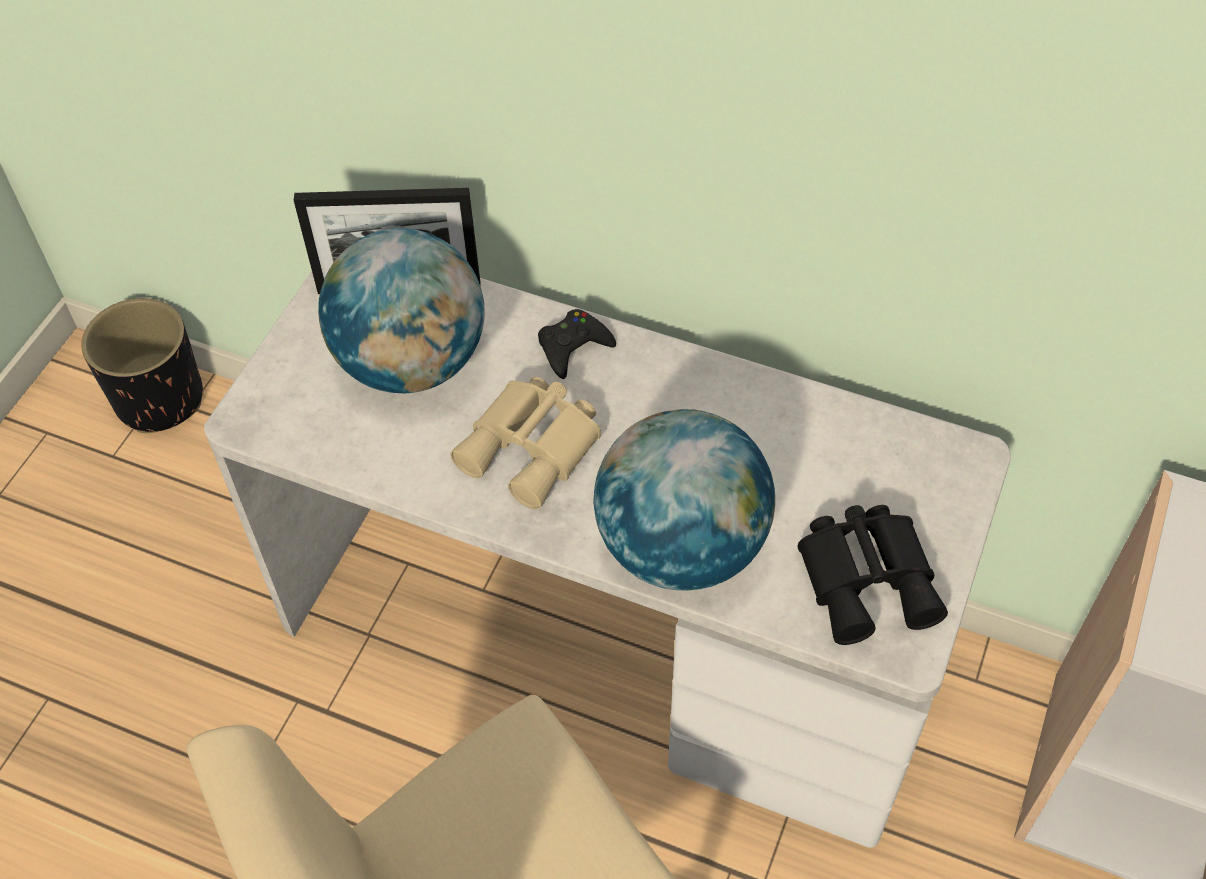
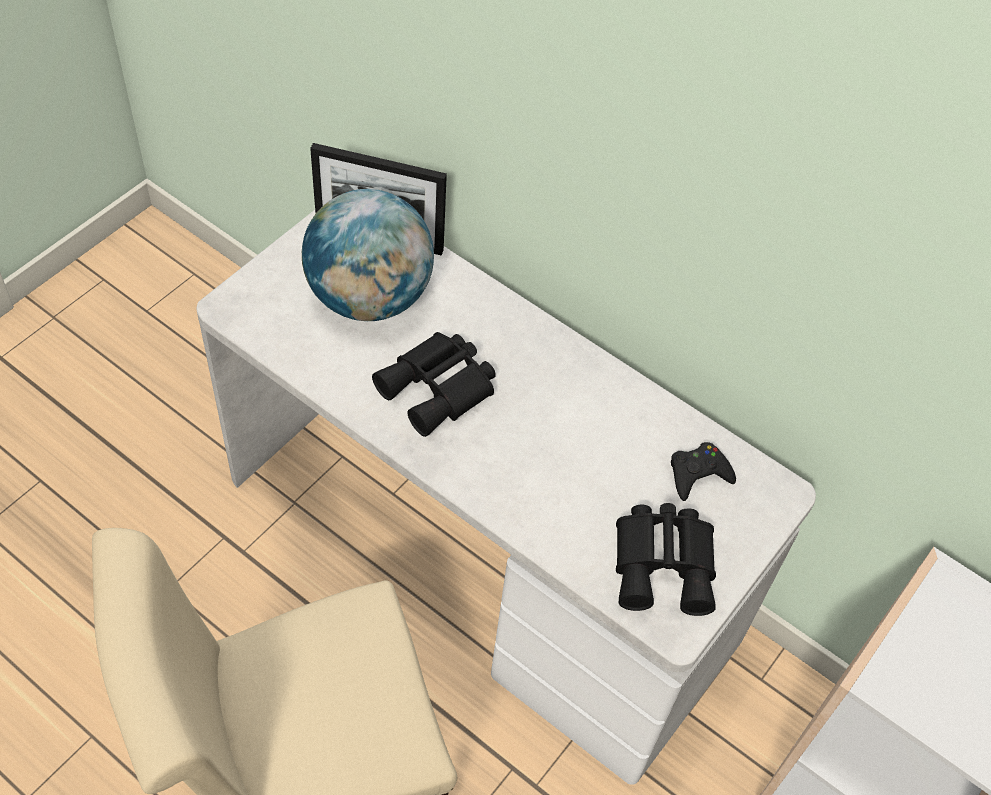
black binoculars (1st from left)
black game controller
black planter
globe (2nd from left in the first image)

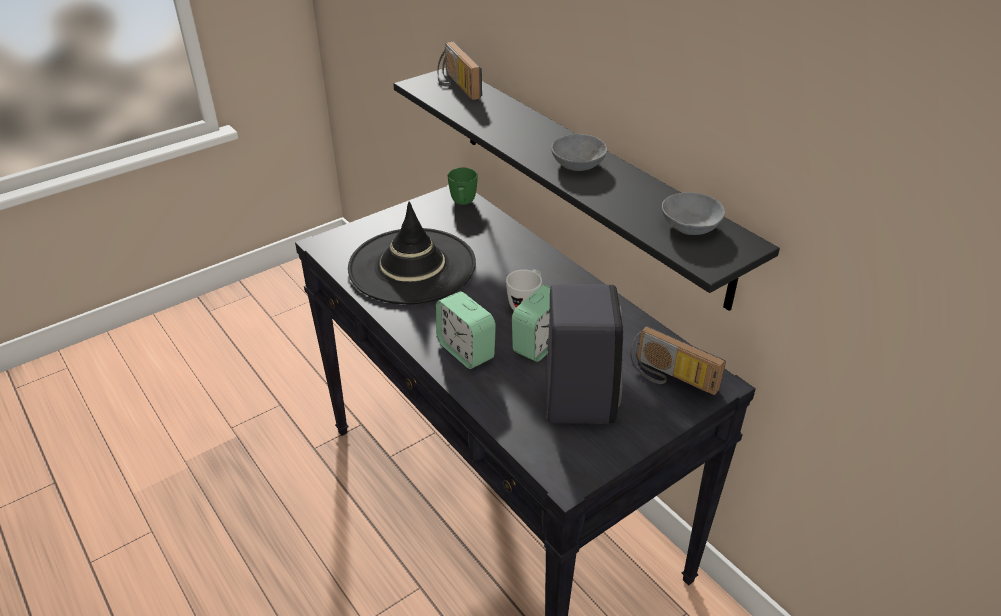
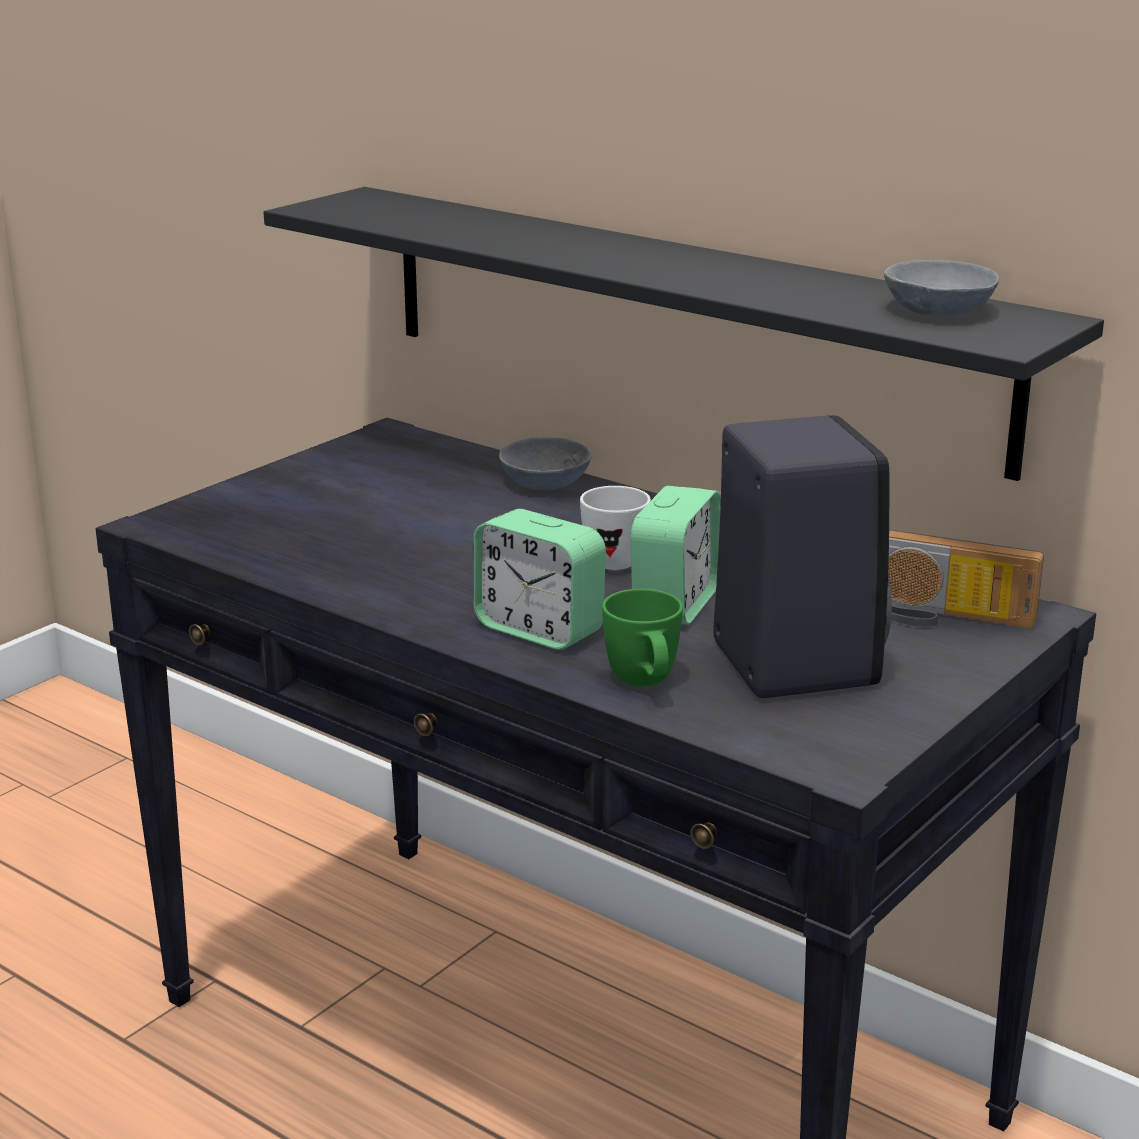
grey bowl (1st from left)
green mug
black hat
radio (1st from left in the first image)

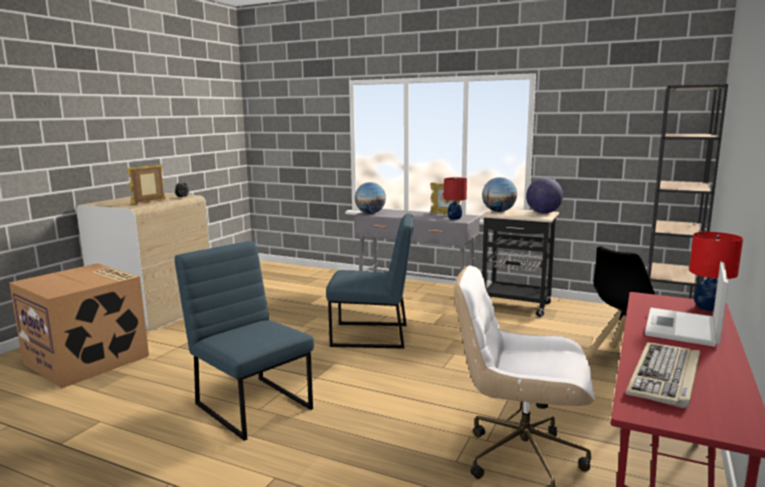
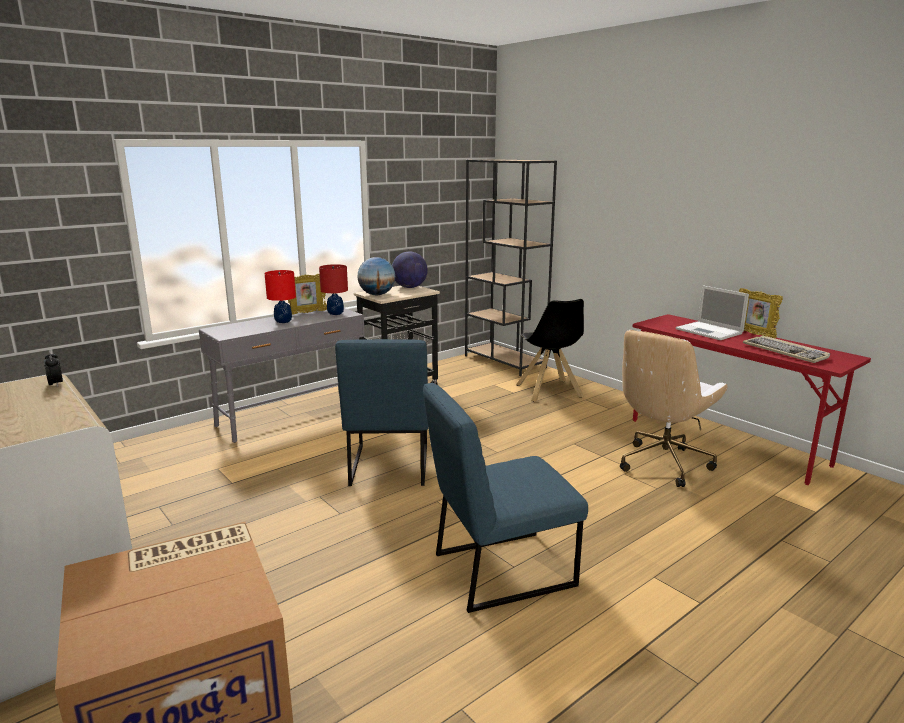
red table lamp (1st from left)
blue chair (1st from left)
picture frame (2nd from left)
globe (1st from left in the first image)

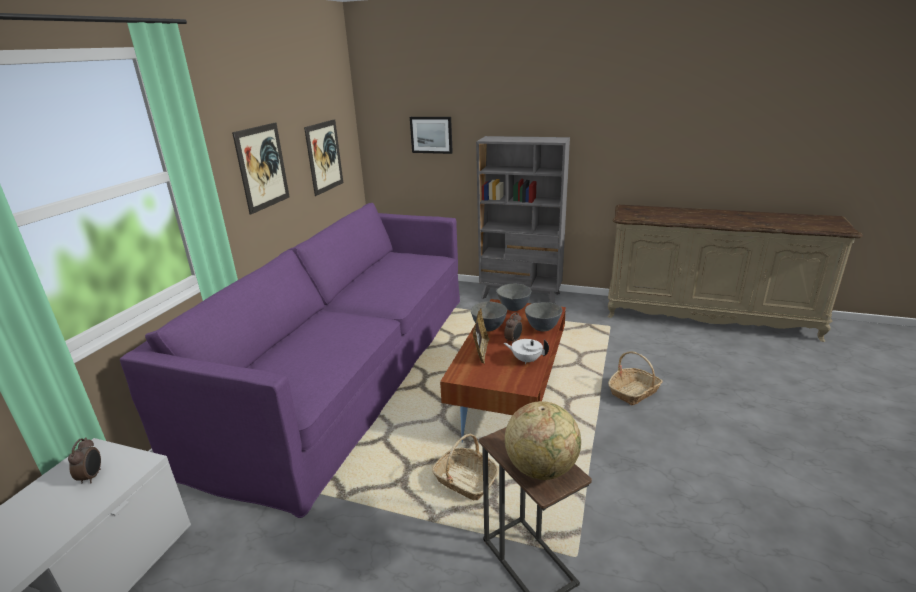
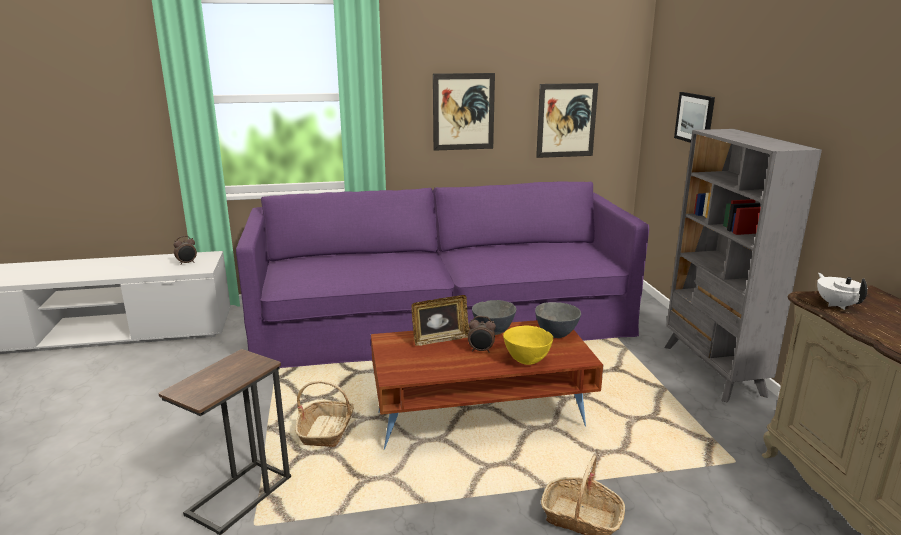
yellow bowl
white teapot
globe

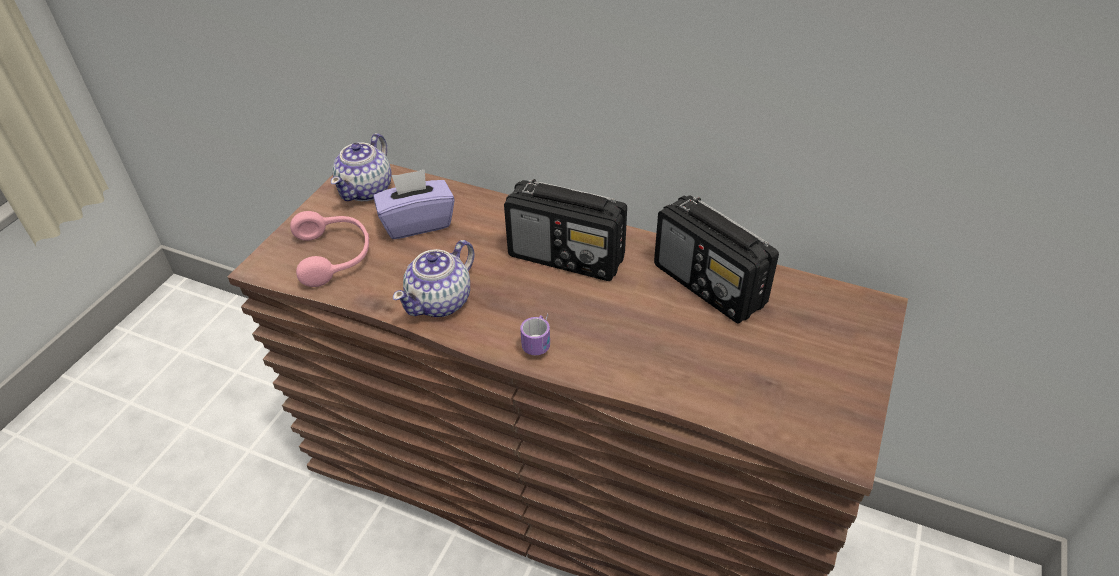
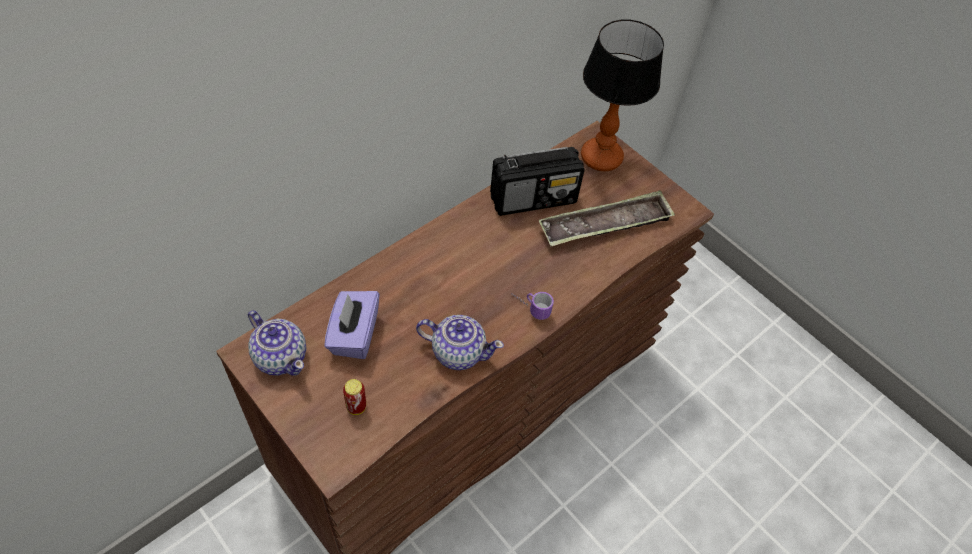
can
teapot (2nd from left)
tray
table lamp
radio (1st from left in the first image)

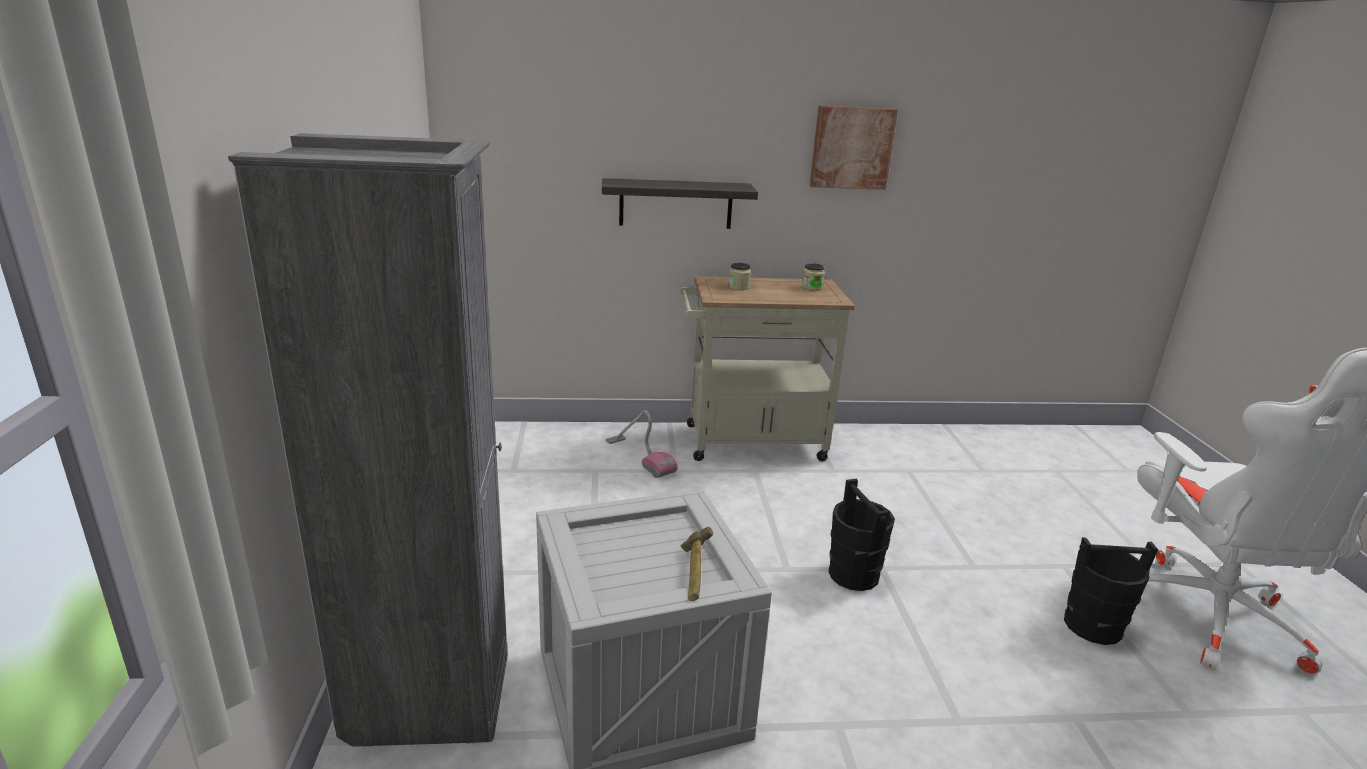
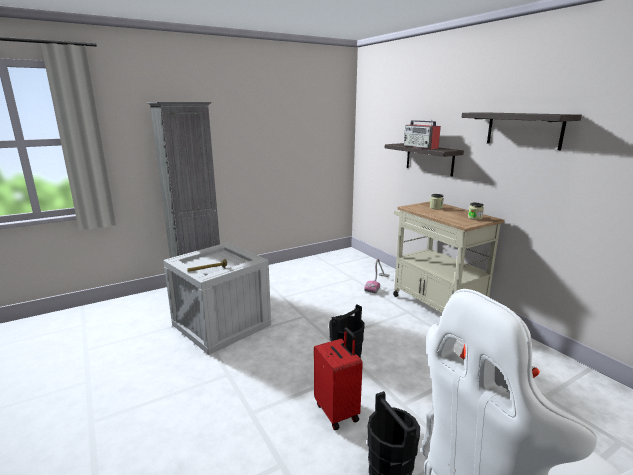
red suitcase
radio
shelf (2nd from left)

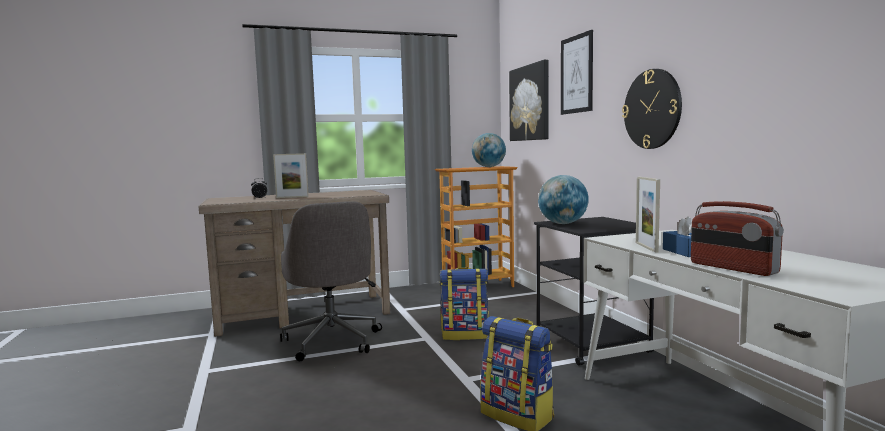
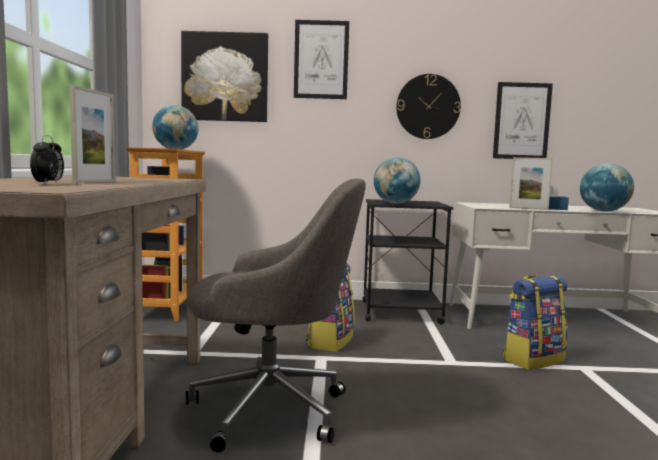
picture (3rd from left)
globe (3rd from left)

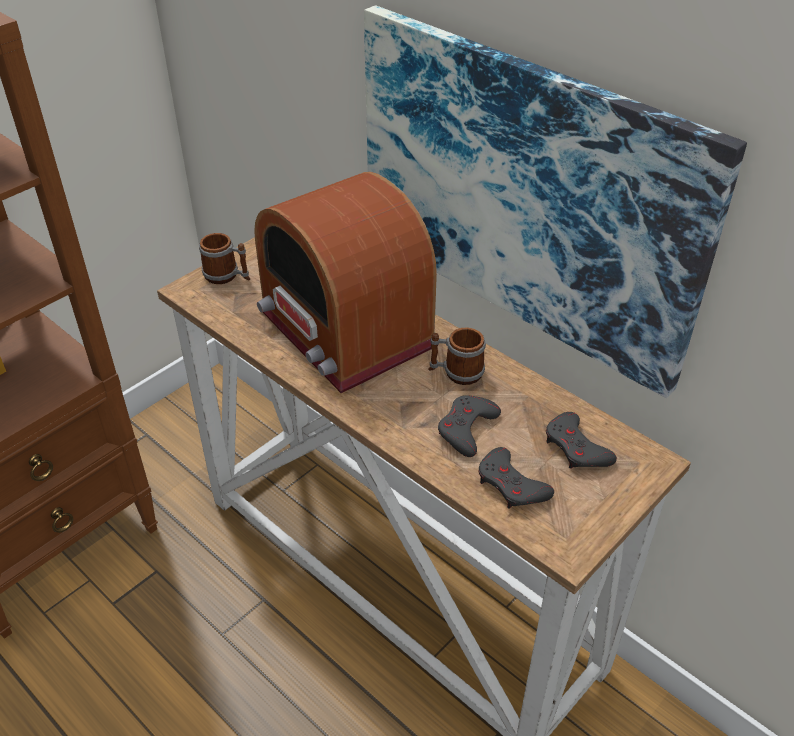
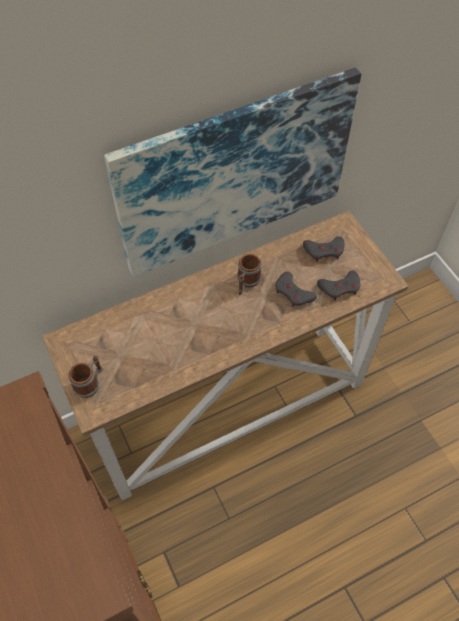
radio

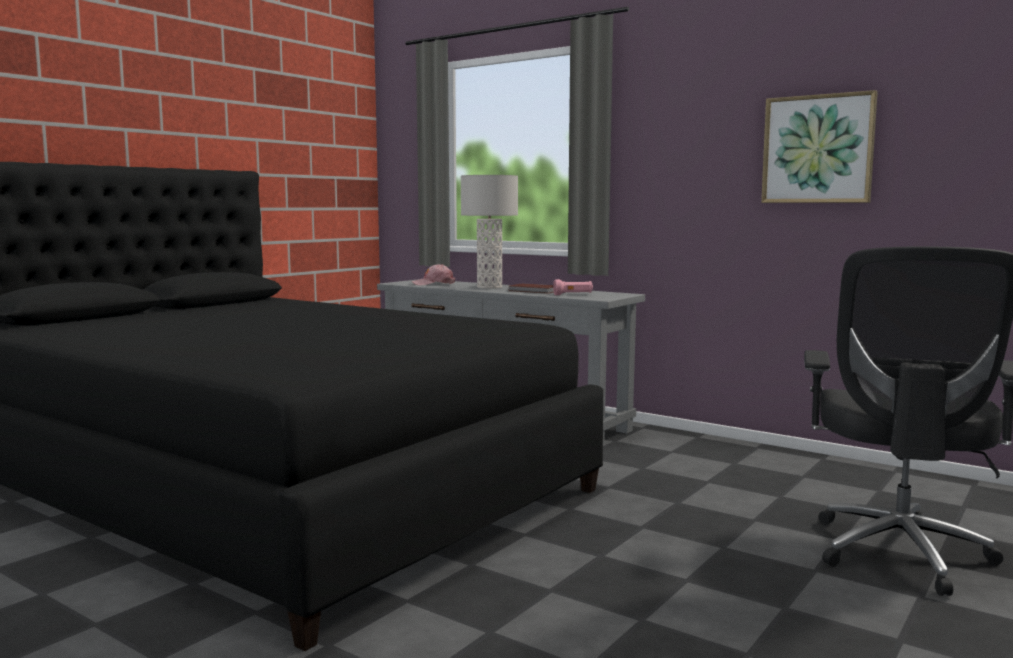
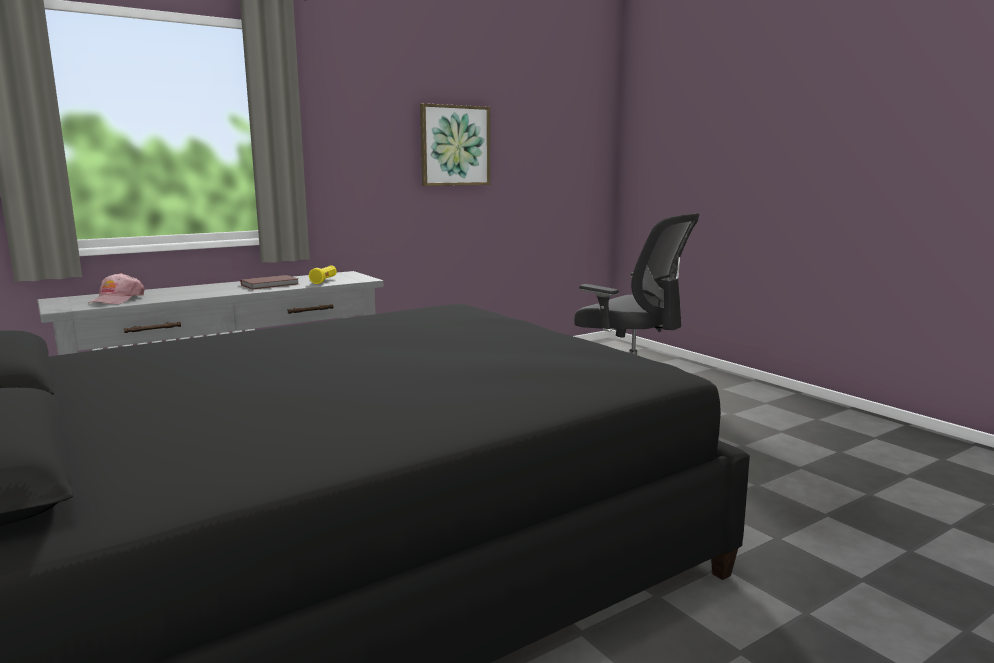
yellow flashlight
white table lamp

